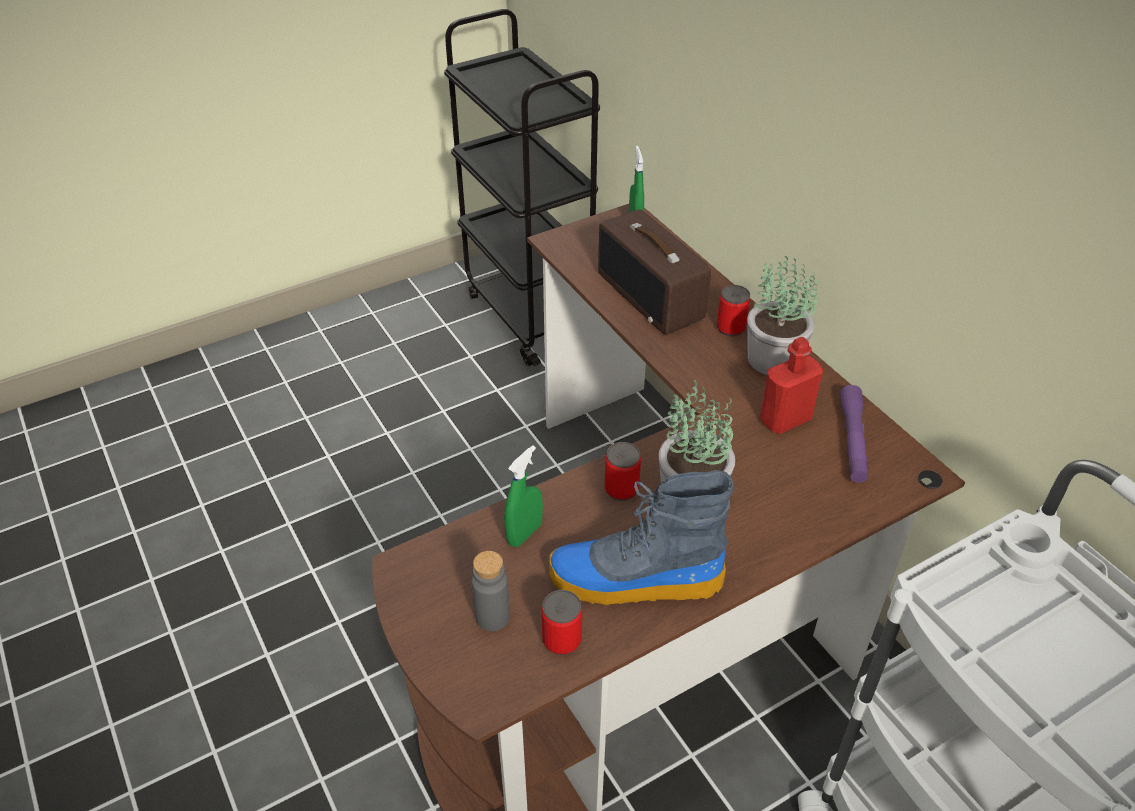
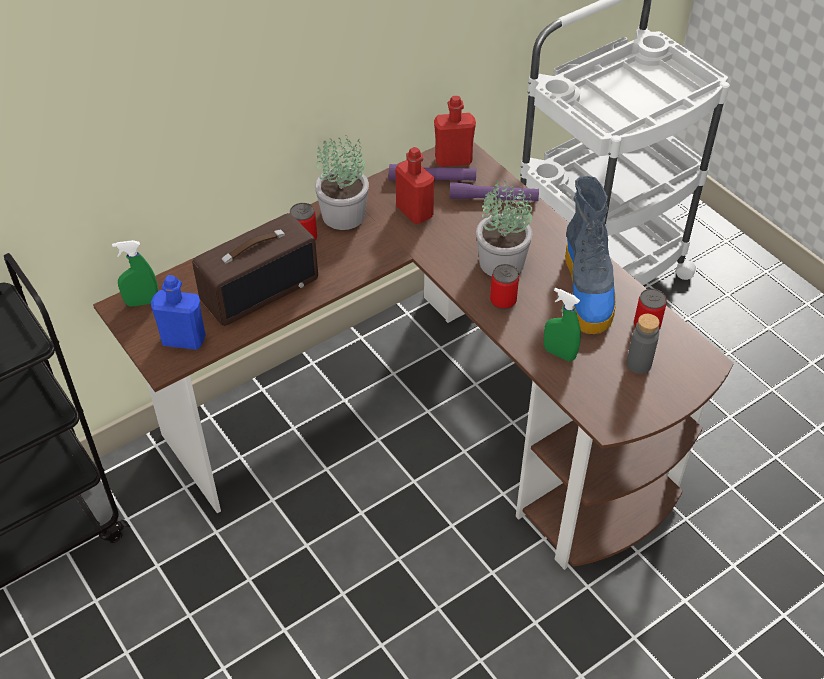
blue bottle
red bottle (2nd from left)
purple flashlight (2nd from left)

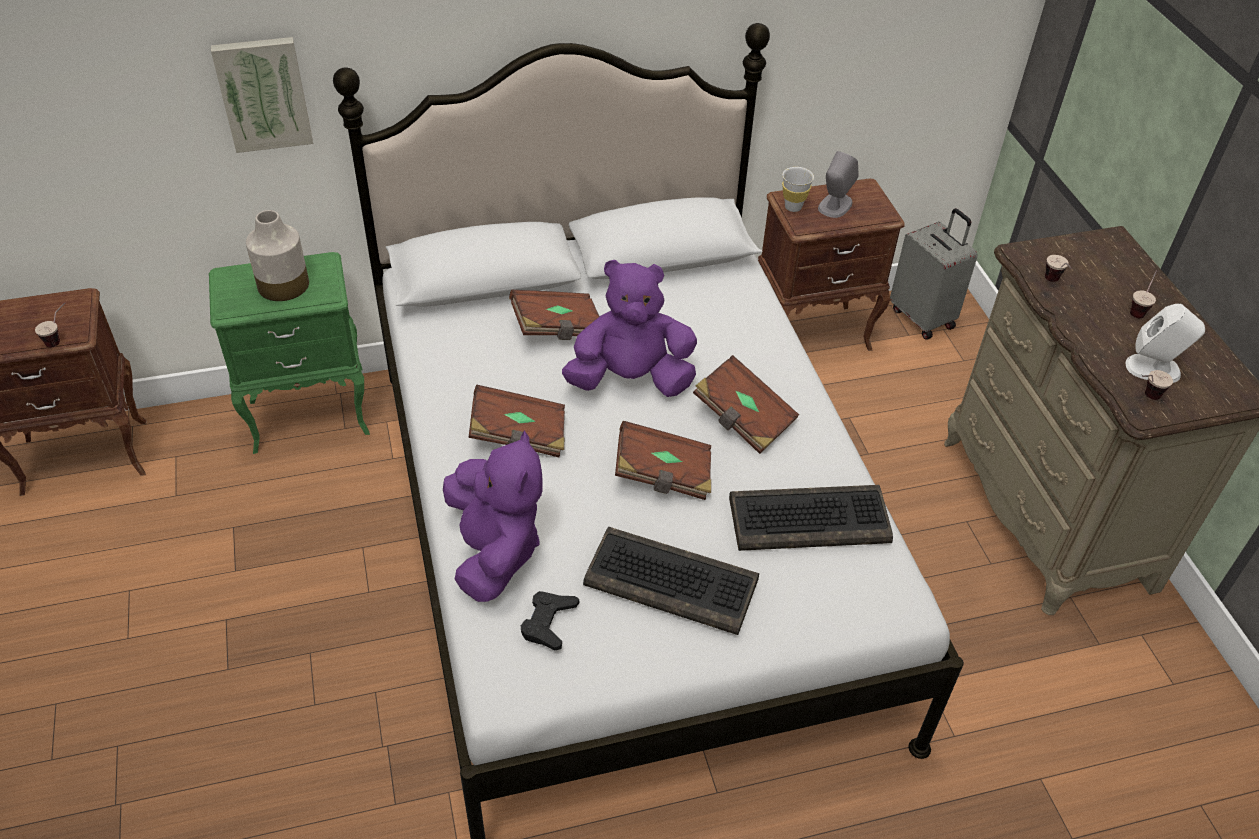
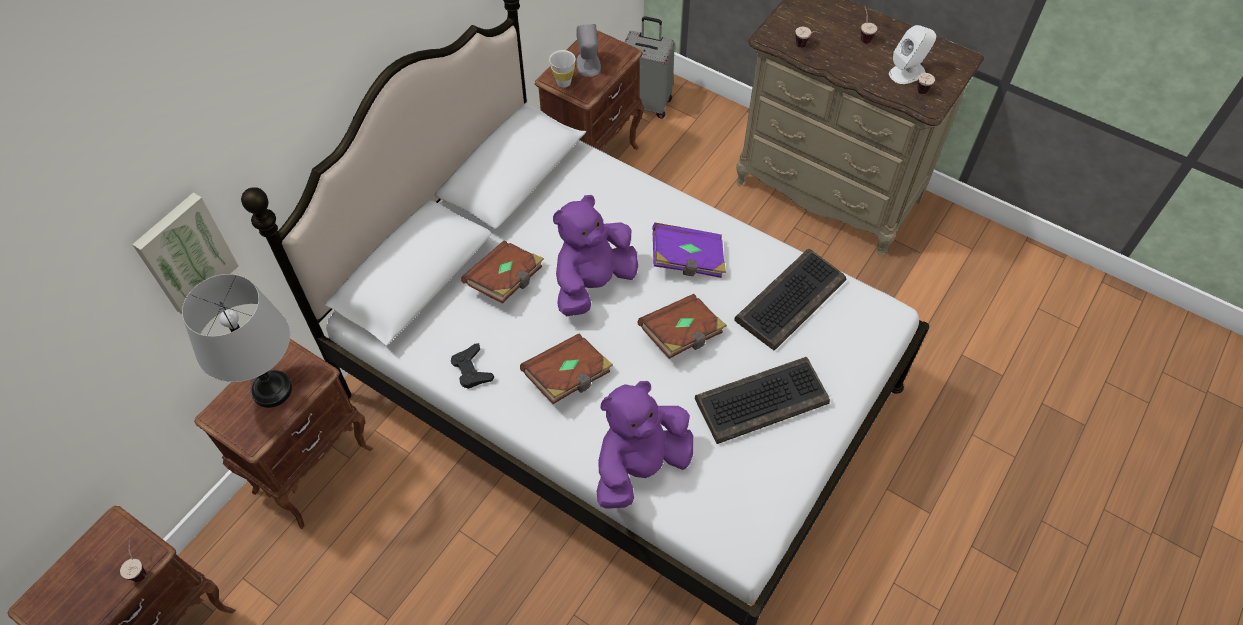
grey table lamp
brown nightstand (2nd from left)
black game controller
purple plush toy (2nd from left)
purple book

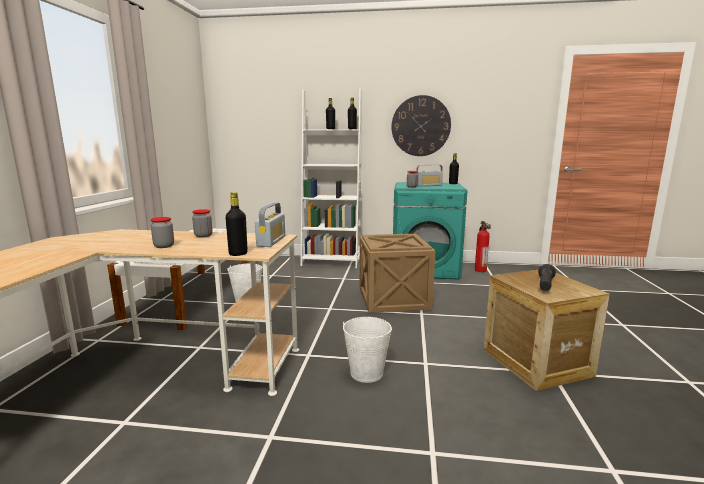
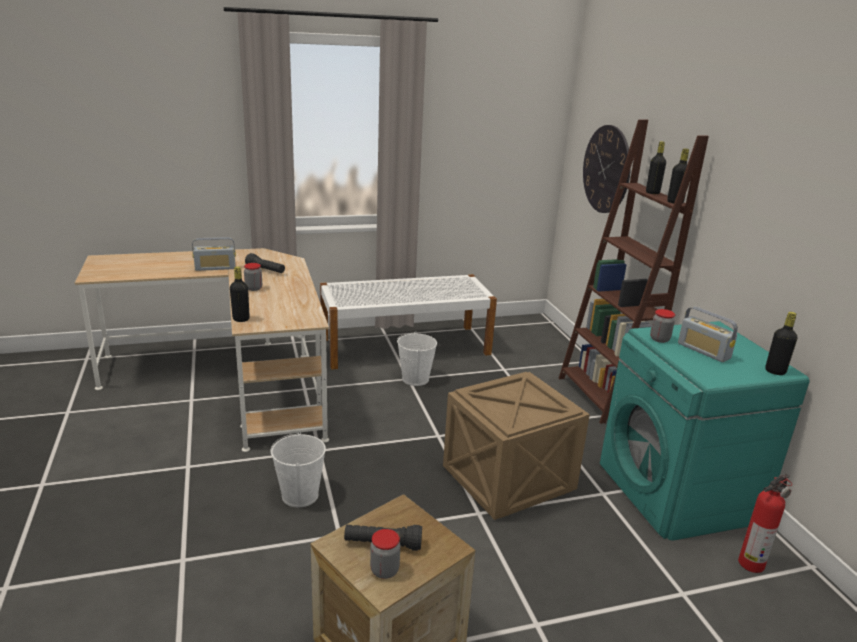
radio (1st from left)
black flashlight (1st from left)
jar (2nd from left)
brown bookcase
wall clock

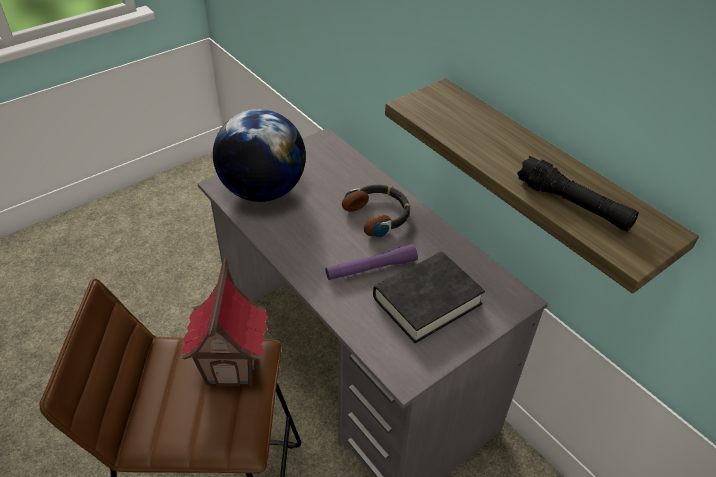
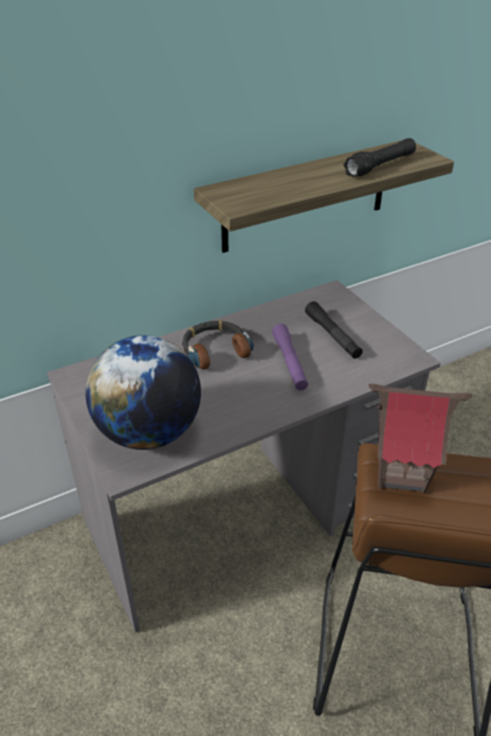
black flashlight (1st from left)

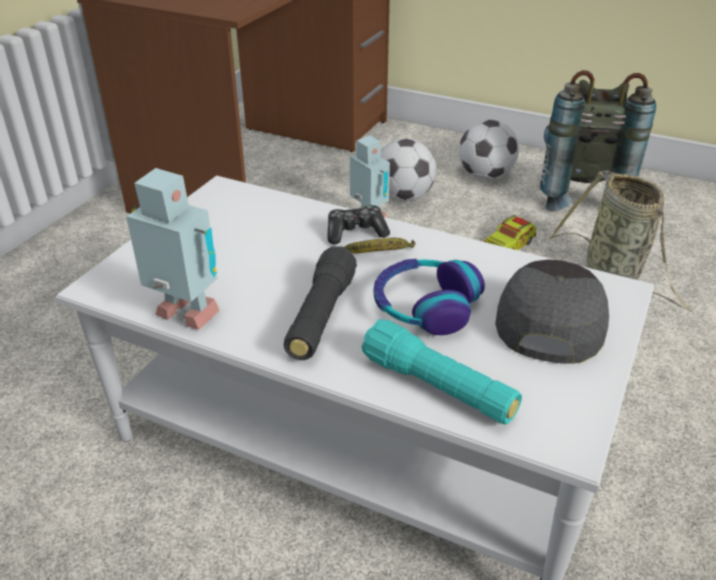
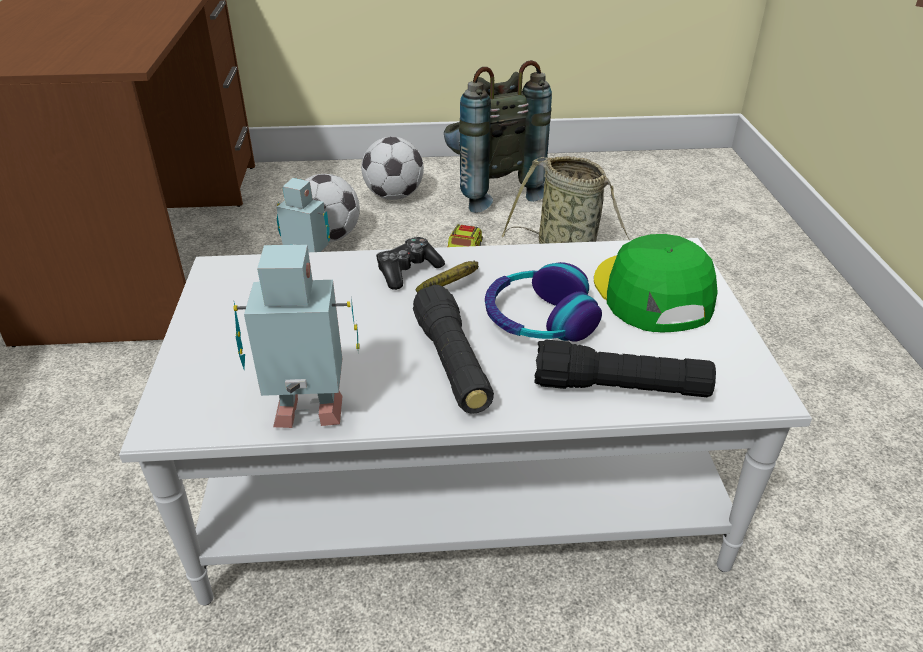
black flashlight (2nd from left)
green cap

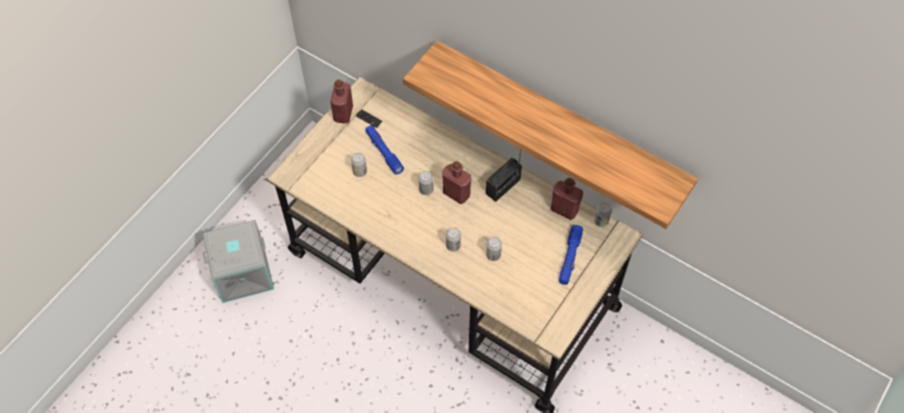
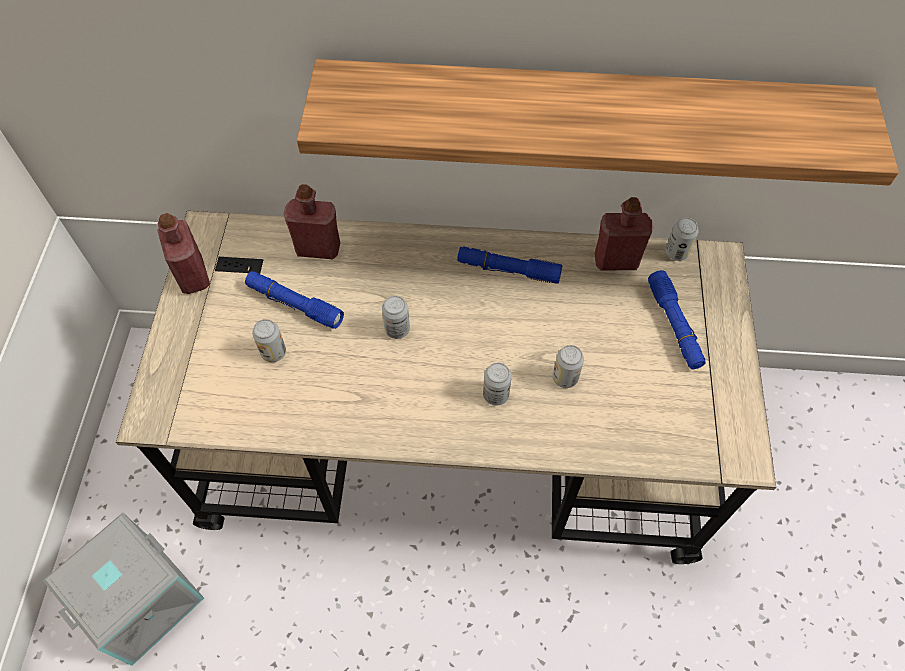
red bottle (2nd from left)
blue flashlight (2nd from left)

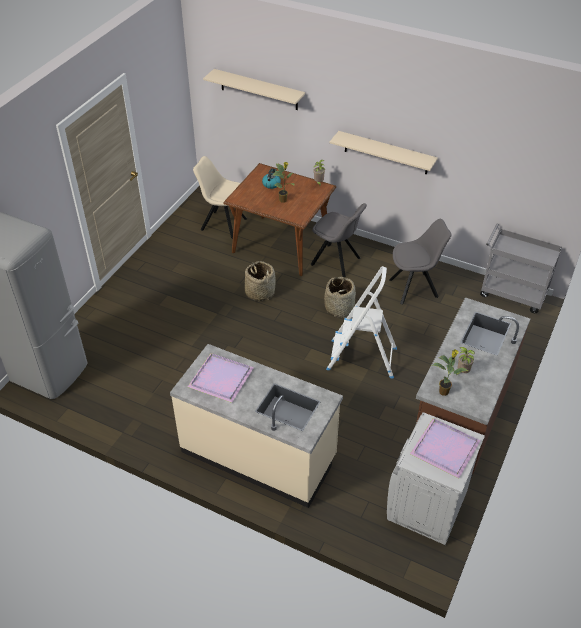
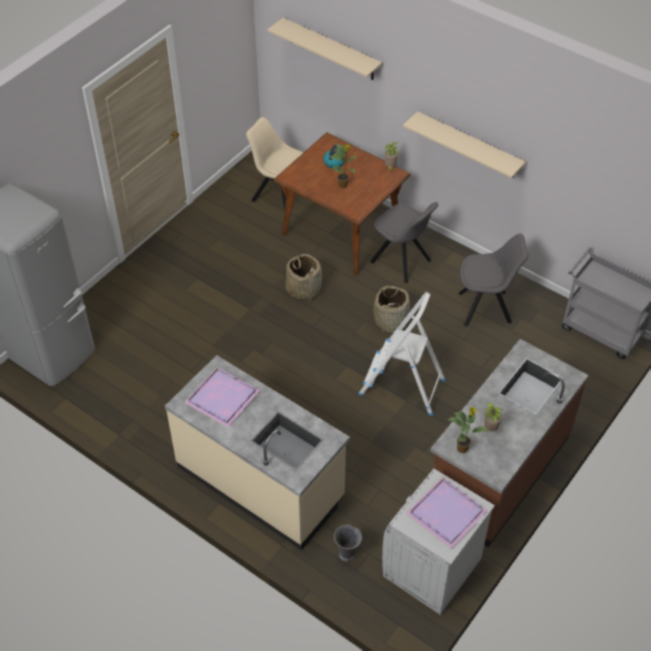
grey vase

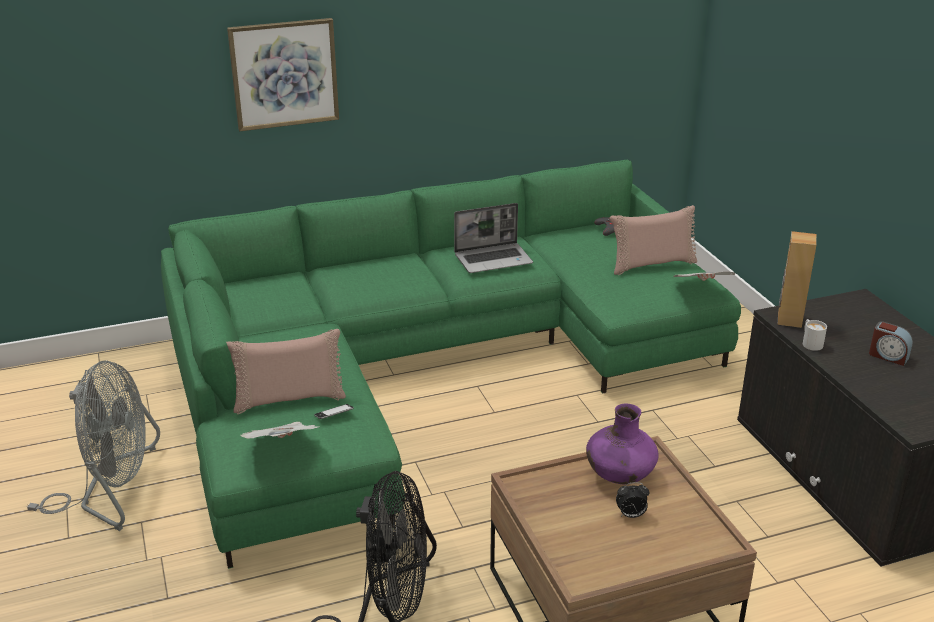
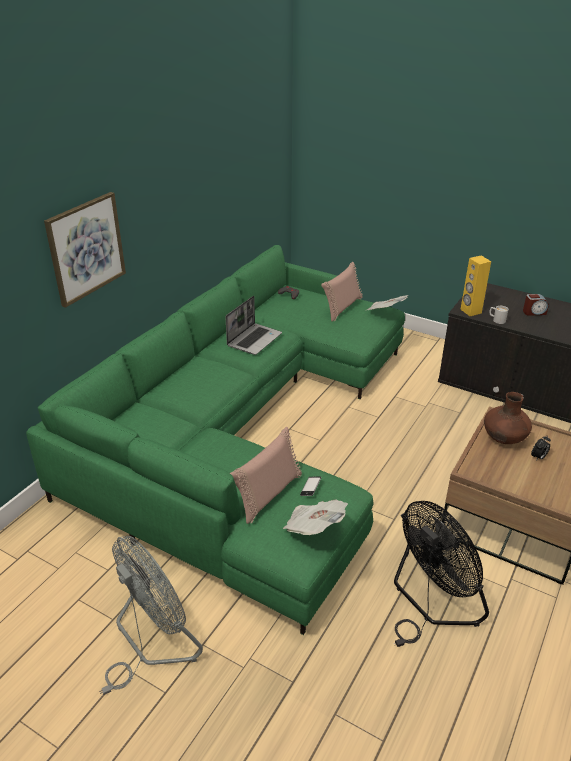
yellow speaker
brown vase

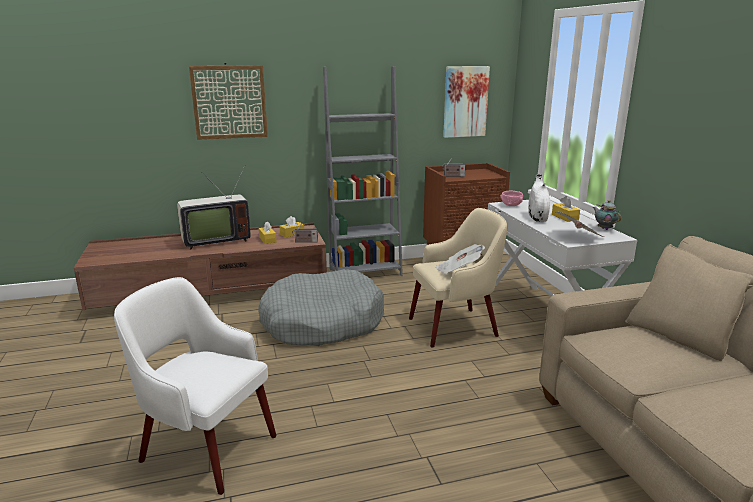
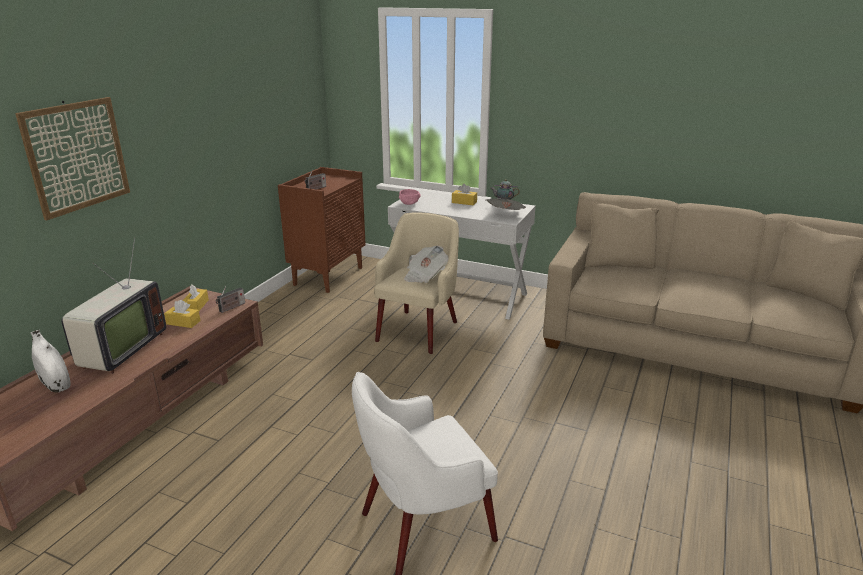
white vase
grey dog bed
grey bookcase
picture (2nd from left in the first image)

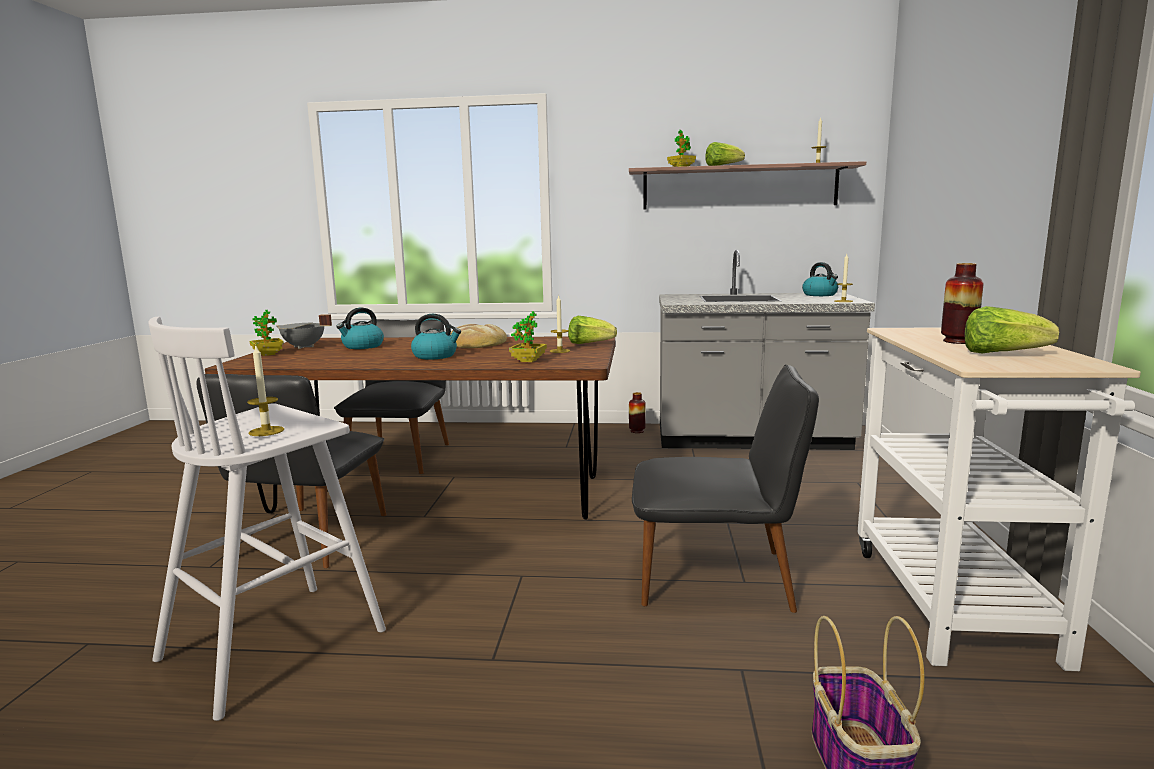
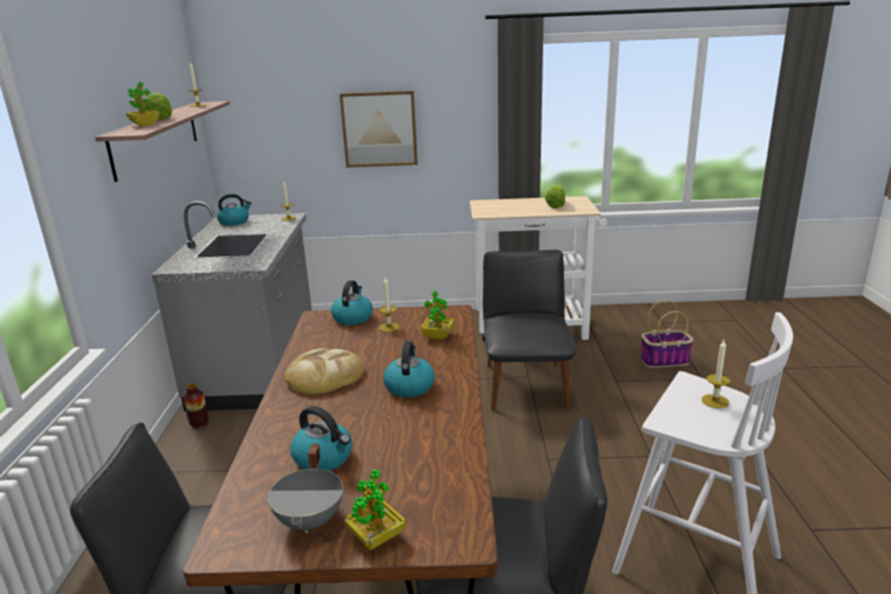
kettle (3rd from left)
picture
vase (2nd from left in the first image)

